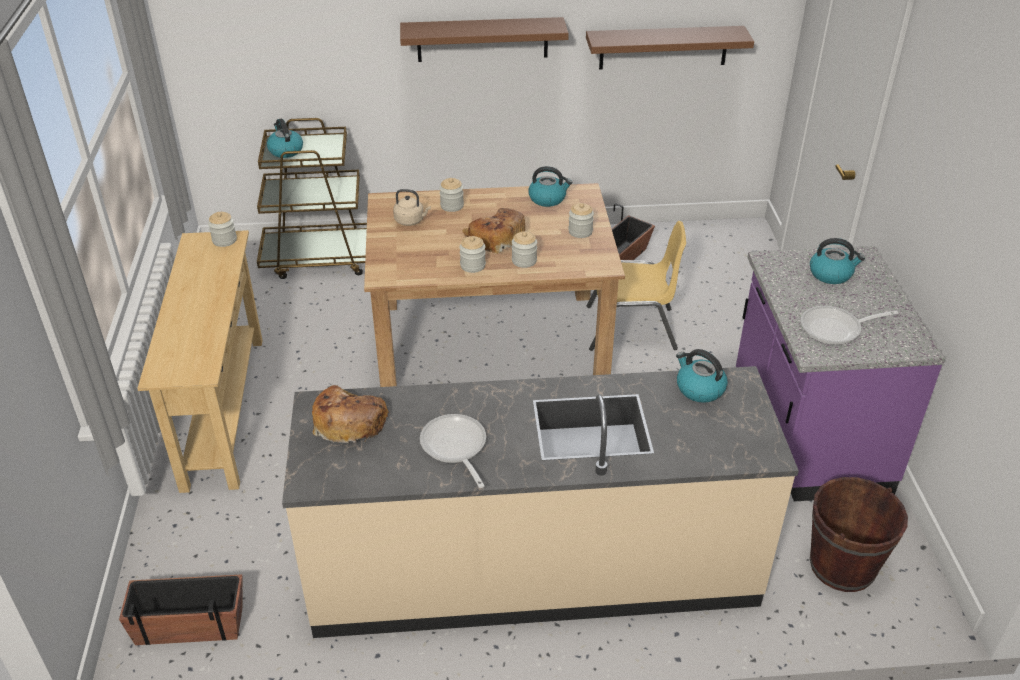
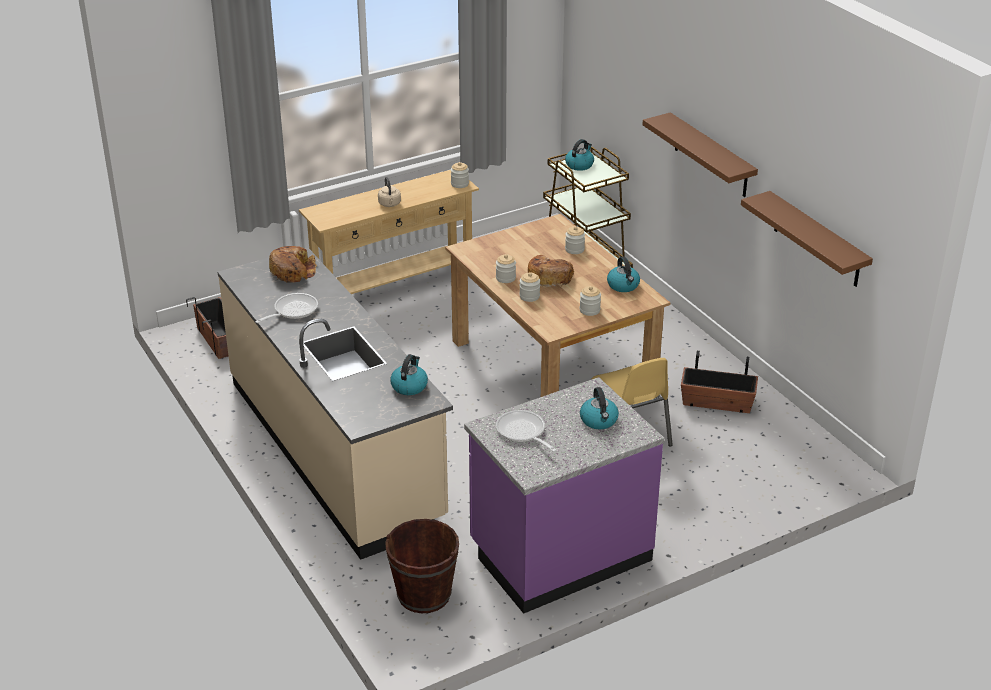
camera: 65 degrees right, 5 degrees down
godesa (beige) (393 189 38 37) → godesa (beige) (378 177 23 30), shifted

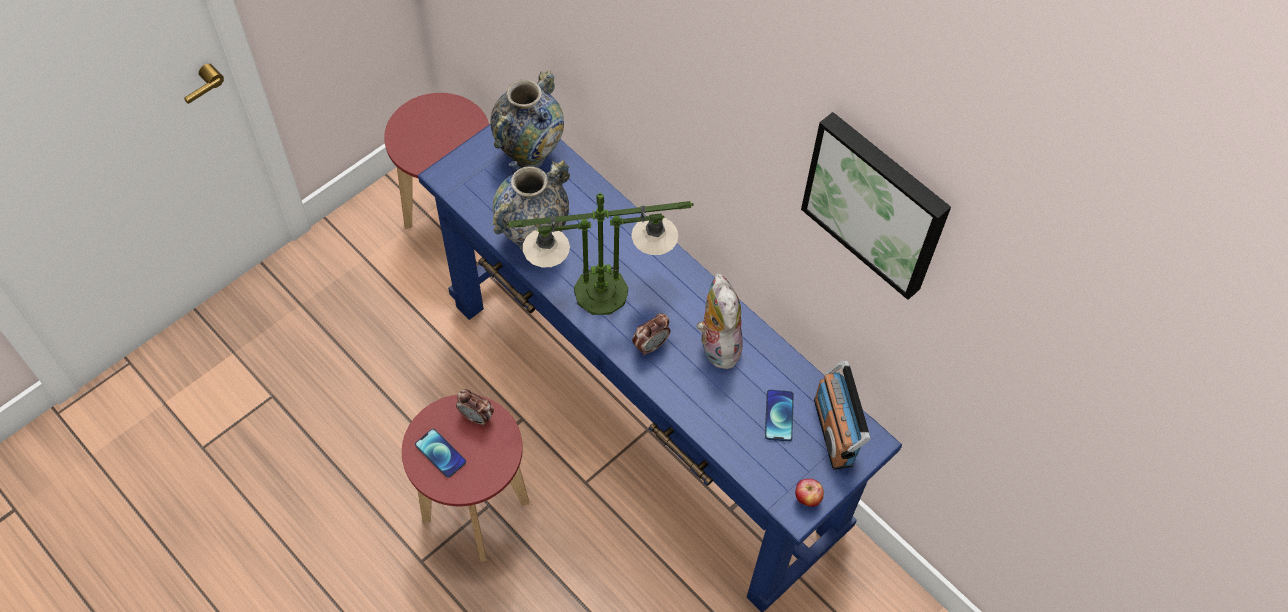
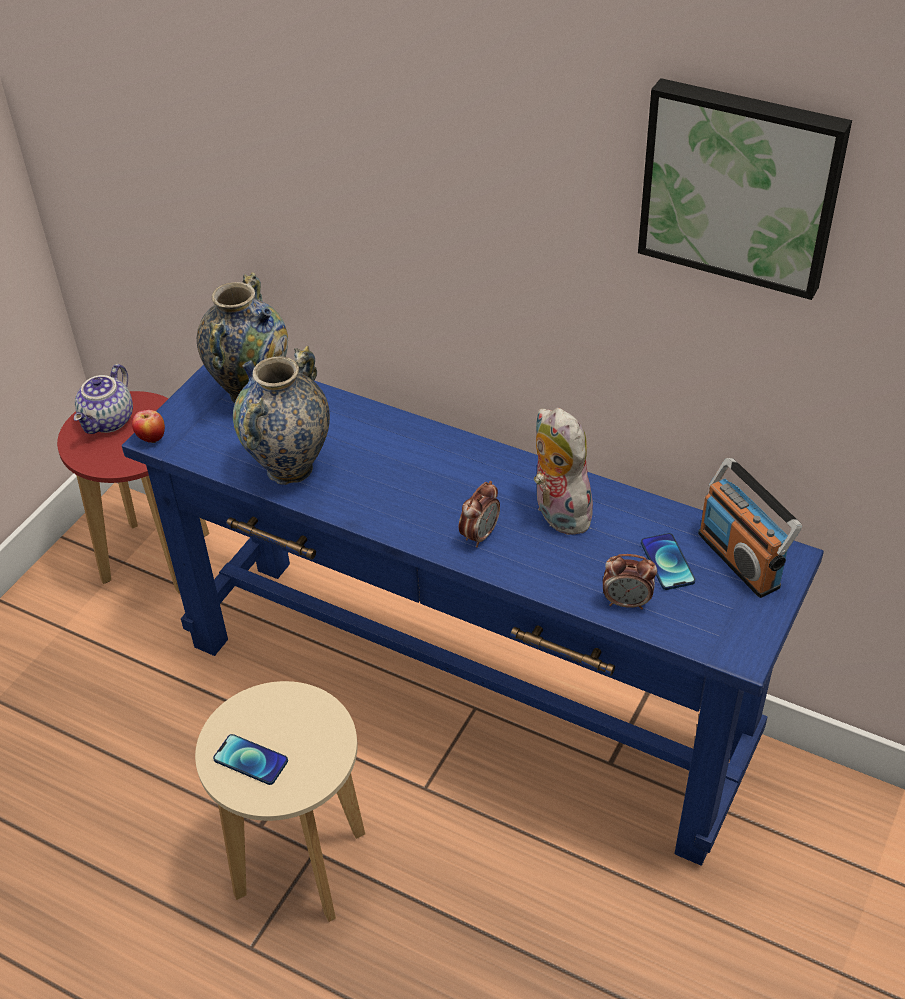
camera: 15 degrees left, 15 degrees down
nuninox (506 193 188 122) → -
- → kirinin (74 364 59 70)
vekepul (456 389 38 37) → vekepul (603 554 54 56), shifted
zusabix (795 479 29 28) → zusabix (132 410 33 33), shifted
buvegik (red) (402 395 128 167) → buvegik (beige) (195 681 170 241)

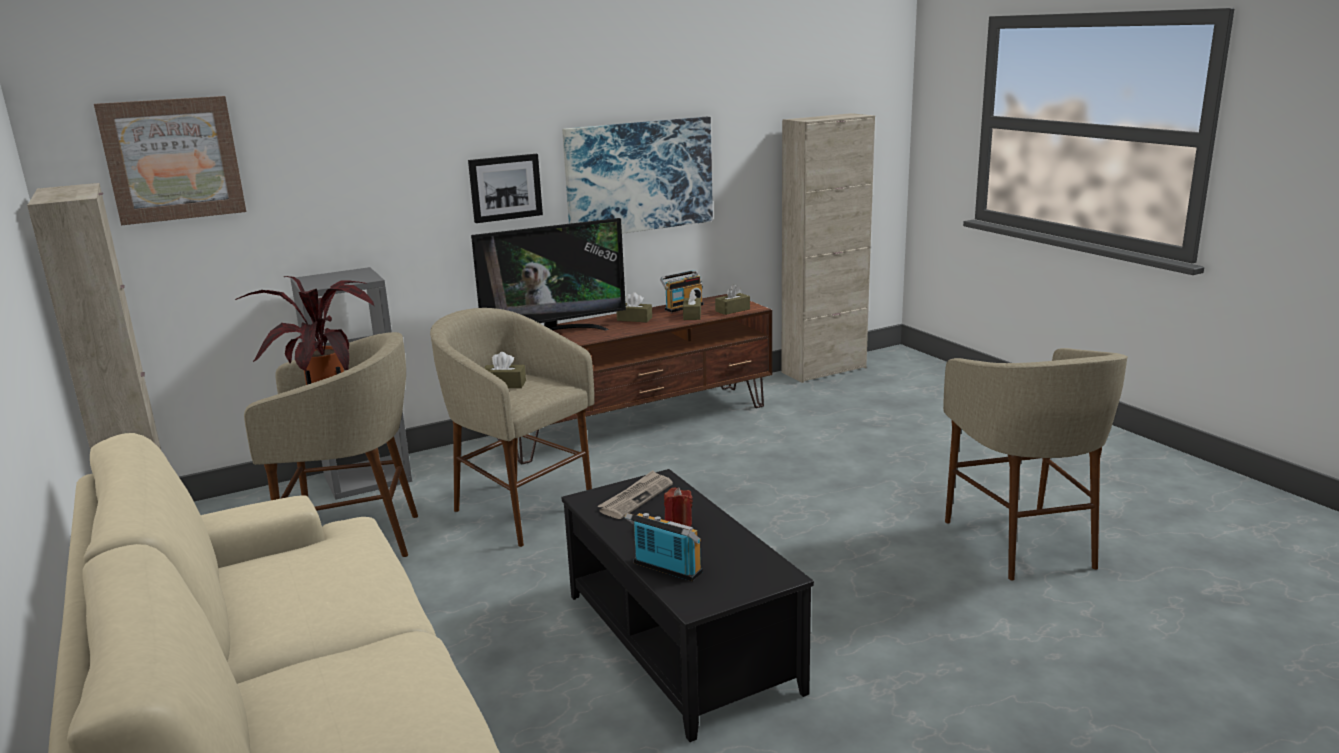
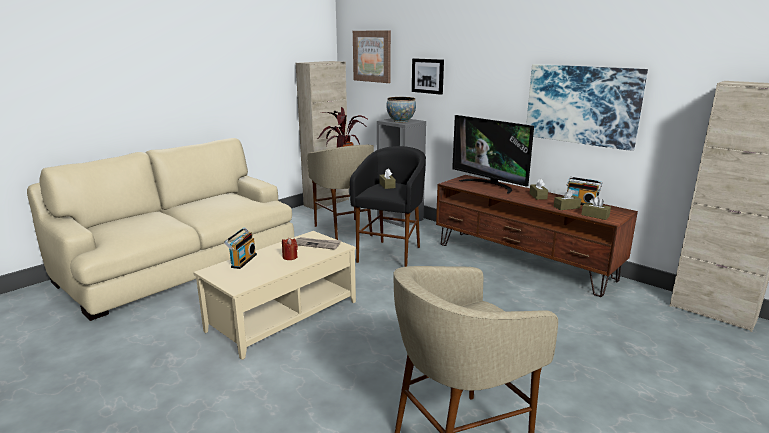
camera: 70 degrees right, 0 degrees up
- → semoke (386 97 30 26)
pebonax (468 154 75 69) → pebonax (412 58 32 37), shifted
buvegik (beige) (430 308 165 239) → buvegik (black) (350 146 76 121)
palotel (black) (561 469 253 273) → palotel (beige) (193 231 163 129)

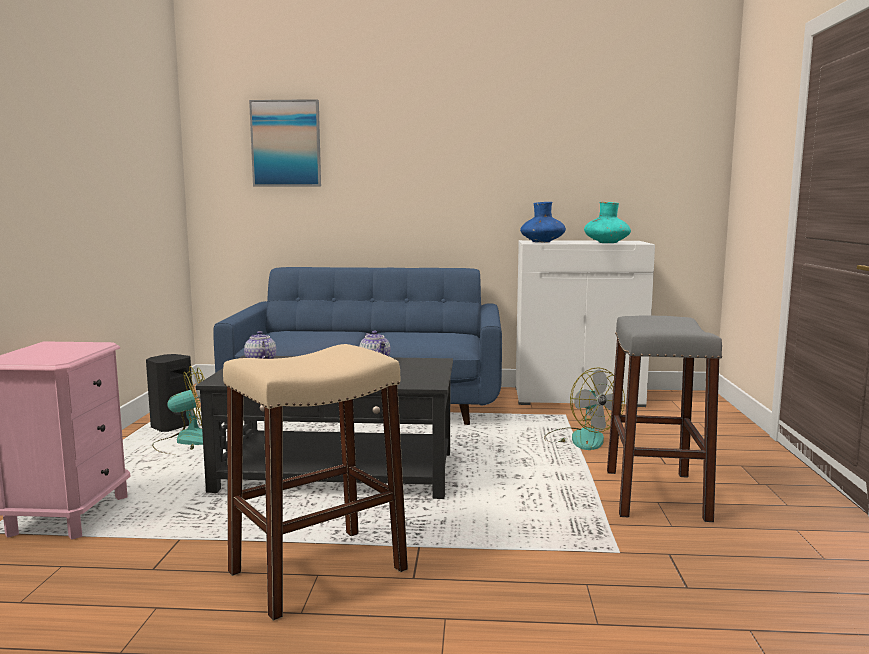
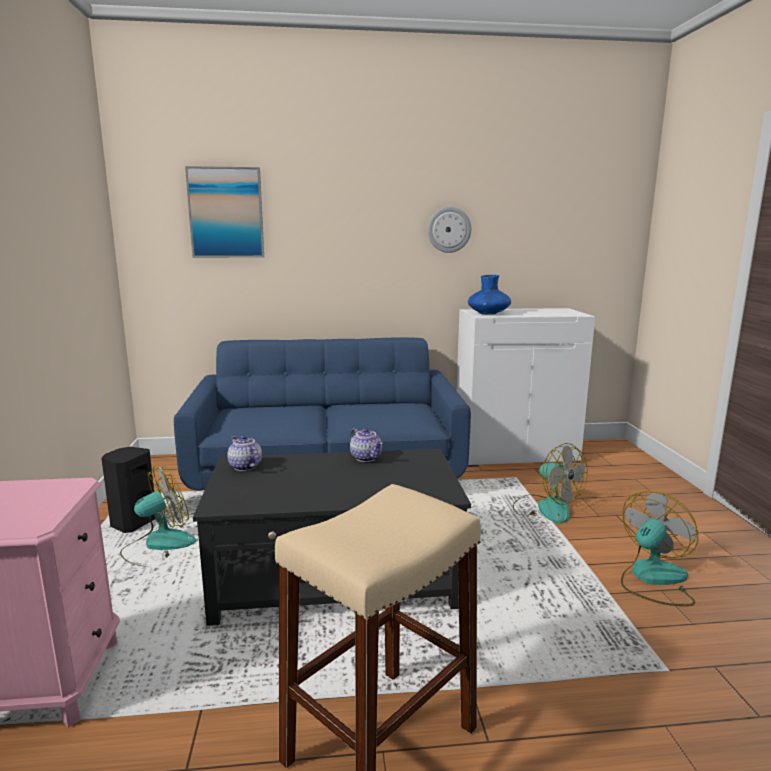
camera: 10 degrees left, 5 degrees up
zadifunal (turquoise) (584 202 47 41) → -
- → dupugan (428 207 43 46)
buvegik (grey) (607 315 115 207) → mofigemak (621 491 77 115)

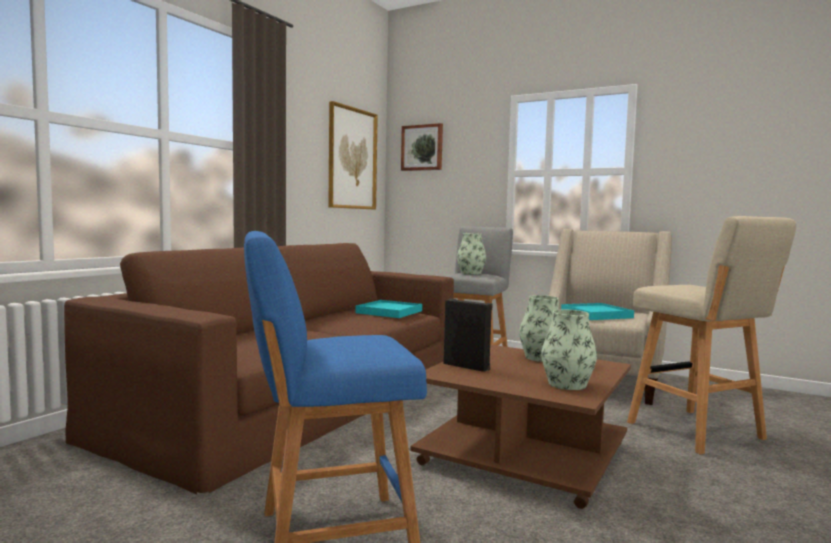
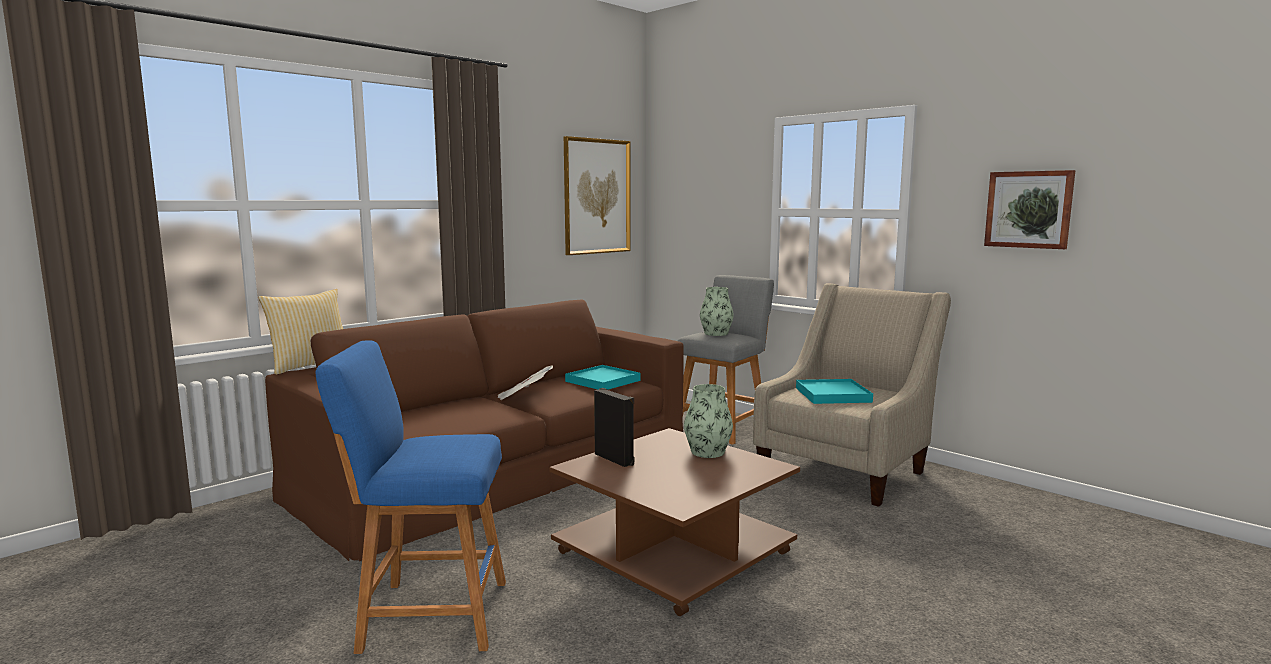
camera: 15 degrees right, 5 degrees up
zadifunal (541 310 56 80) → -
buvegik (beige) (627 216 170 239) → -
- → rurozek (258 289 85 86)
- → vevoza (498 365 55 35)
pebonax (401 123 42 48) → pebonax (984 170 91 79), shifted

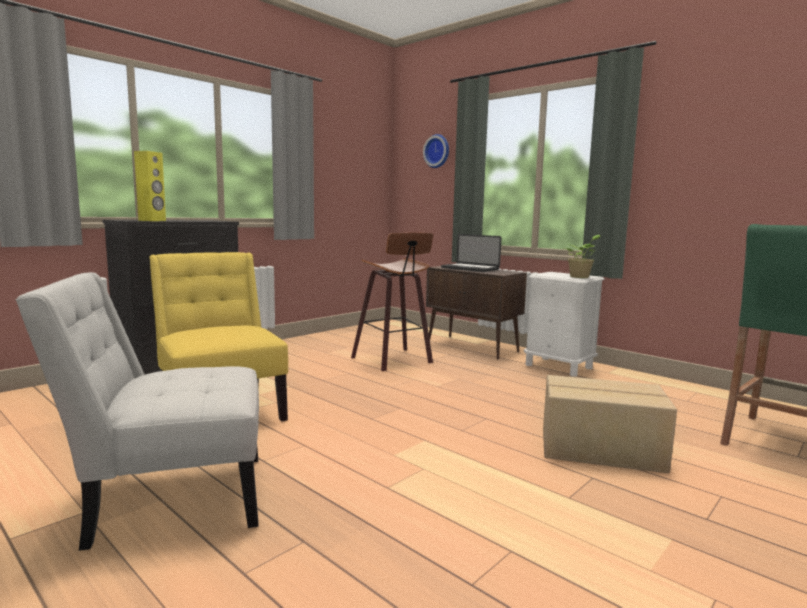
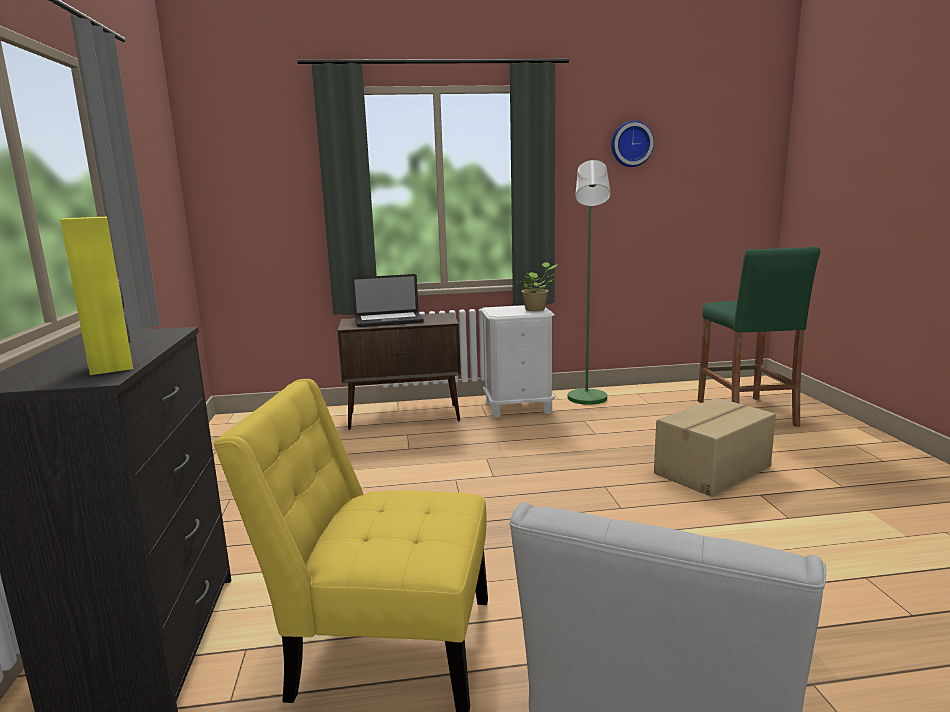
camera: 50 degrees left, 5 degrees up
buvegik (351 233 82 138) → -
- → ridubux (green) (568 160 43 245)
dupugan (423 134 26 34) → dupugan (611 120 43 47), shifted

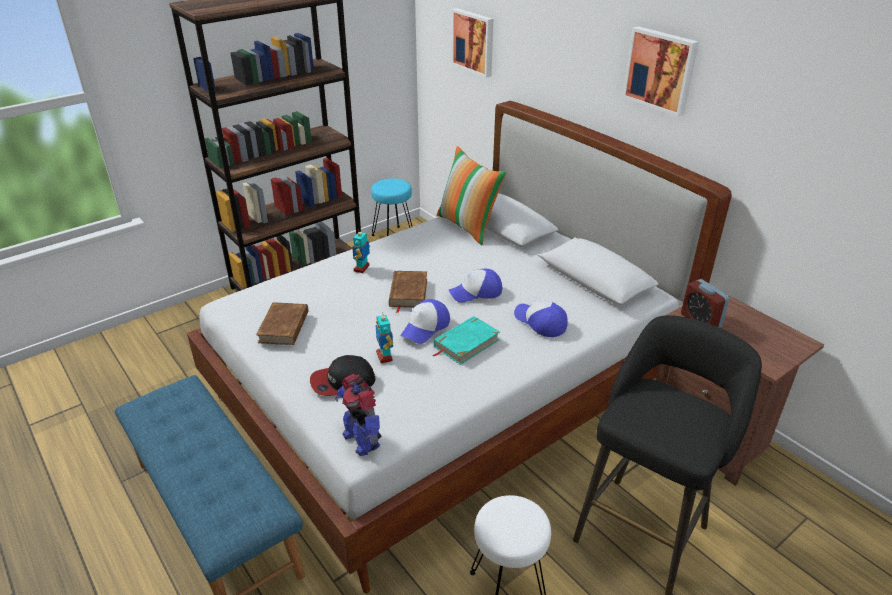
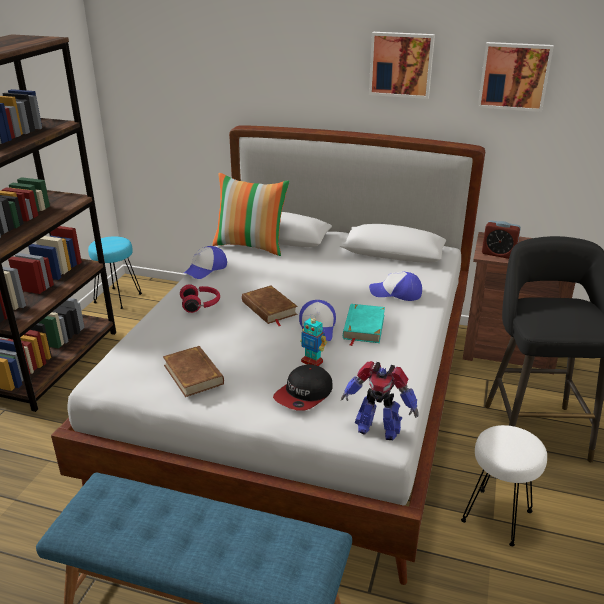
camera: 35 degrees left, 5 degrees down
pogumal (449 269 53 33) → pogumal (184 246 43 33), shifted
pebonax (452 8 41 70) → pebonax (478 42 76 70), shifted
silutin (352 228 18 45) → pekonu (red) (180 284 40 29)

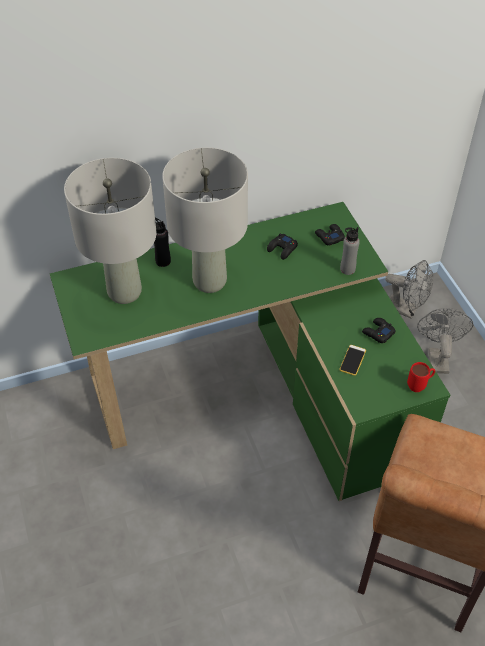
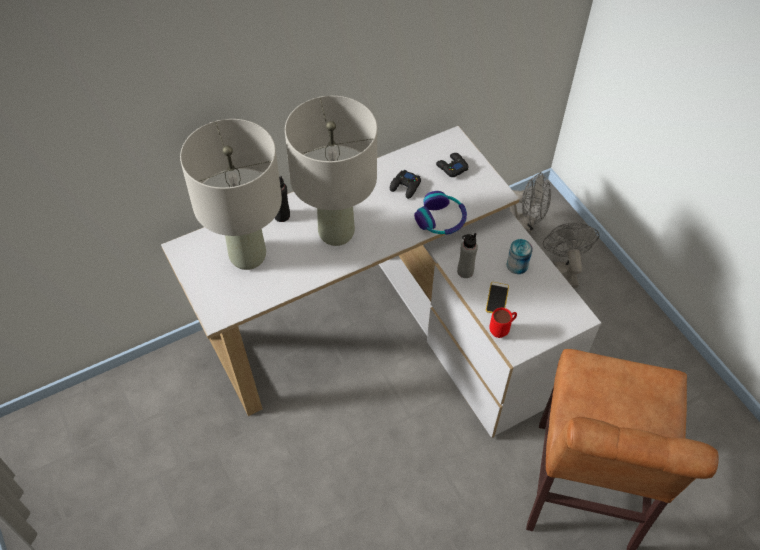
camera: 10 degrees left, 5 degrees up
- → pekonu (414 191 53 44)
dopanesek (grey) (340 227 20 48) → dopanesek (grey) (457 233 21 45), shifted
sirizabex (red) (407 362 28 30) → sirizabex (red) (489 308 28 30), shifted
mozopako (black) (362 318 33 25) → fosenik (506 239 27 35)
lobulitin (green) (50 202 400 299) → lobulitin (white) (161 126 440 312)

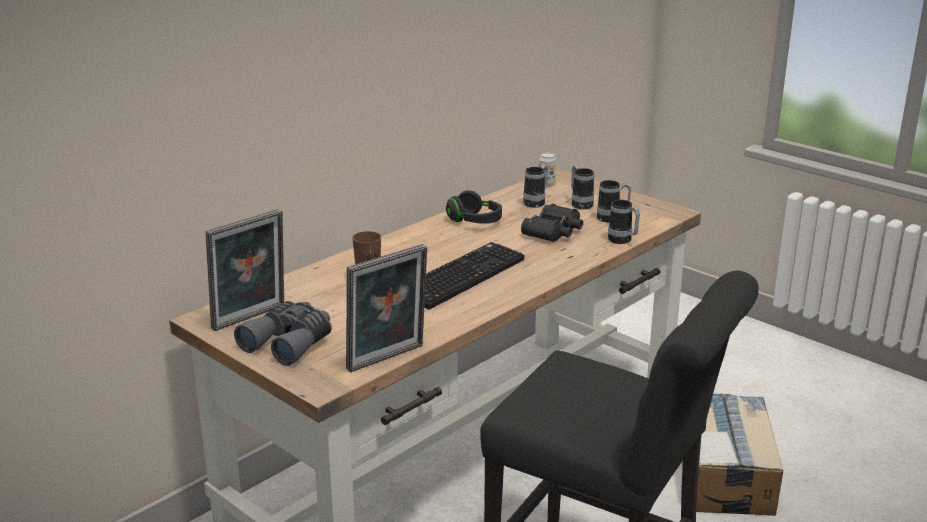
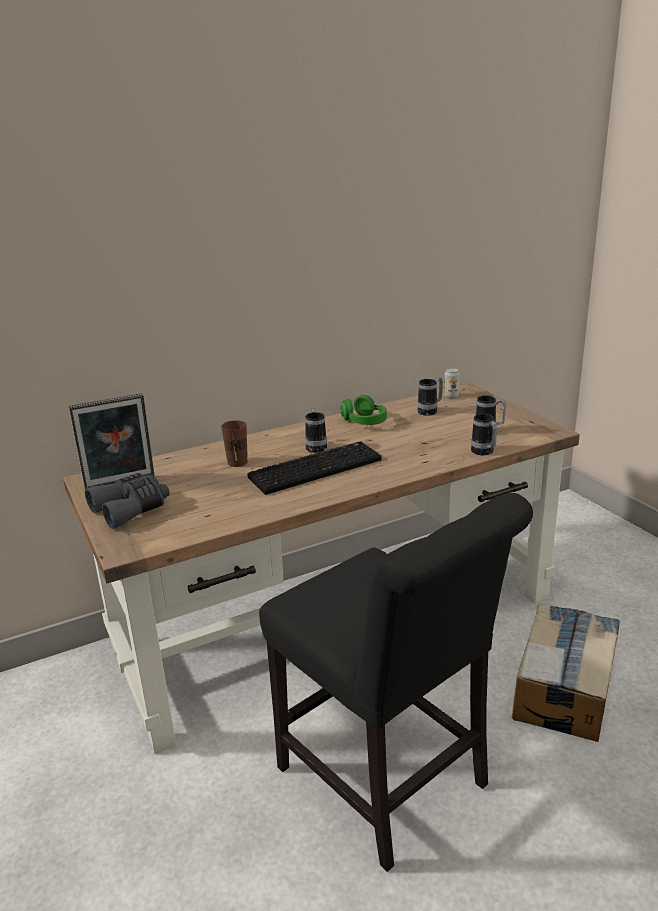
camera: 20 degrees right, 0 degrees up
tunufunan (346 244 81 128) → -
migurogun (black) (521 204 62 38) → -
sirizabex (571 165 23 44) → sirizabex (305 408 22 45), shifted
pekonu (black) (446 190 56 34) → pekonu (green) (340 395 47 30)

